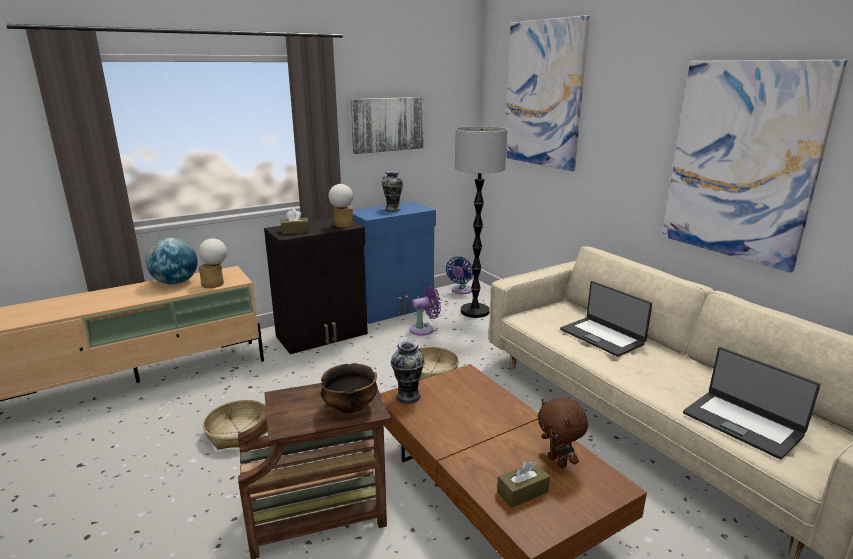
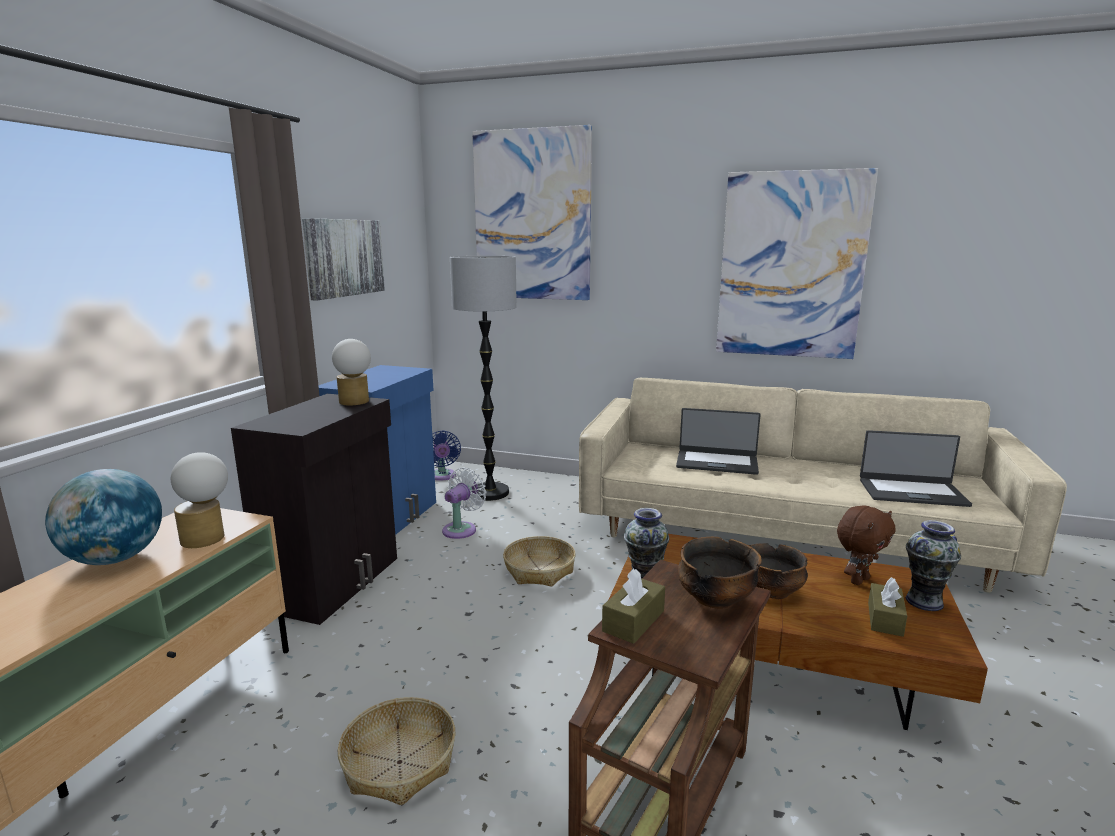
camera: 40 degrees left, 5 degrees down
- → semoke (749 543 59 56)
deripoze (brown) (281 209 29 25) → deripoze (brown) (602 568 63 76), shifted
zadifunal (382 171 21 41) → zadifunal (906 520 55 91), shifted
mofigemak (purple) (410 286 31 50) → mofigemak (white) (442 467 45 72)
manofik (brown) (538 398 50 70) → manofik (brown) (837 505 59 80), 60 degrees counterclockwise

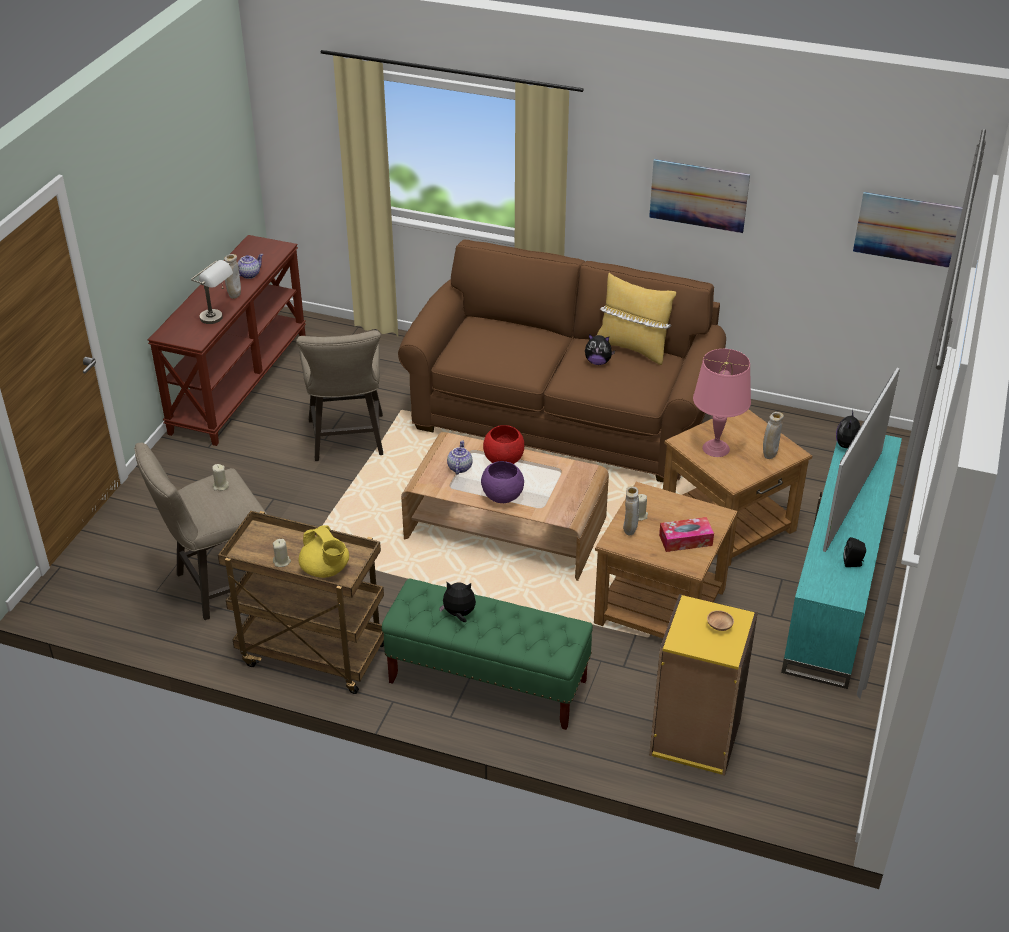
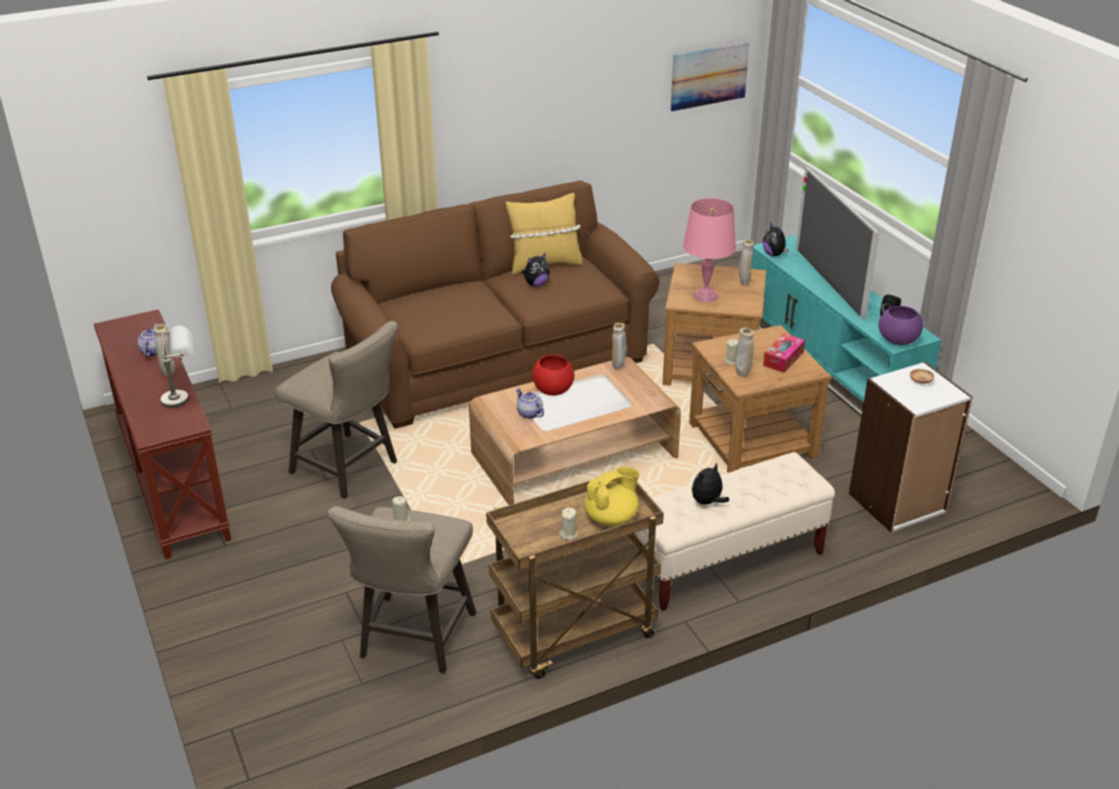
camera: 45 degrees left, 5 degrees down
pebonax (649 159 101 74) → -
- → zadifunal (beige) (612 323 15 47)
semoke (purple) (481 461 43 42) → semoke (purple) (878 306 45 39), shifted
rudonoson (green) (382 578 211 152) → rudonoson (beige) (635 452 200 159)
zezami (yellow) (649 594 109 182) → zezami (white) (849 362 124 171)
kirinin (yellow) (299 525 50 53) → kirinin (yellow) (584 467 55 59), 45 degrees counterclockwise

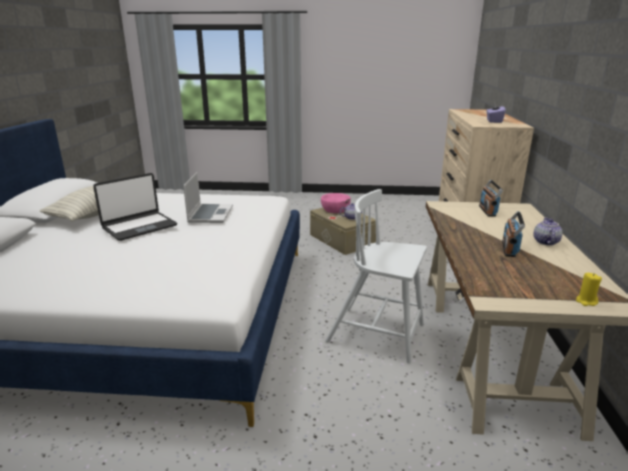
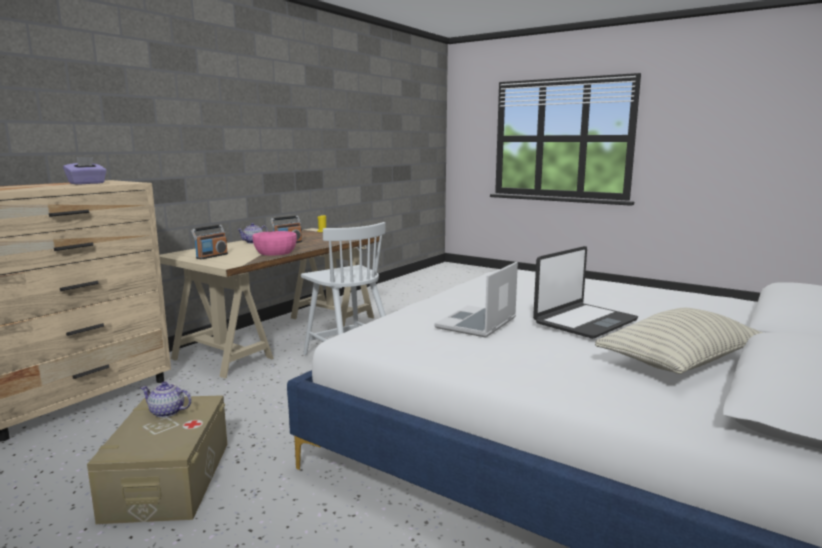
camera: 150 degrees left, 10 degrees down
semoke (pink) (321 193 30 20) → semoke (pink) (252 231 45 25), shifted
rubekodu (93 173 84 68) → rubekodu (533 246 105 93), 150 degrees clockwise

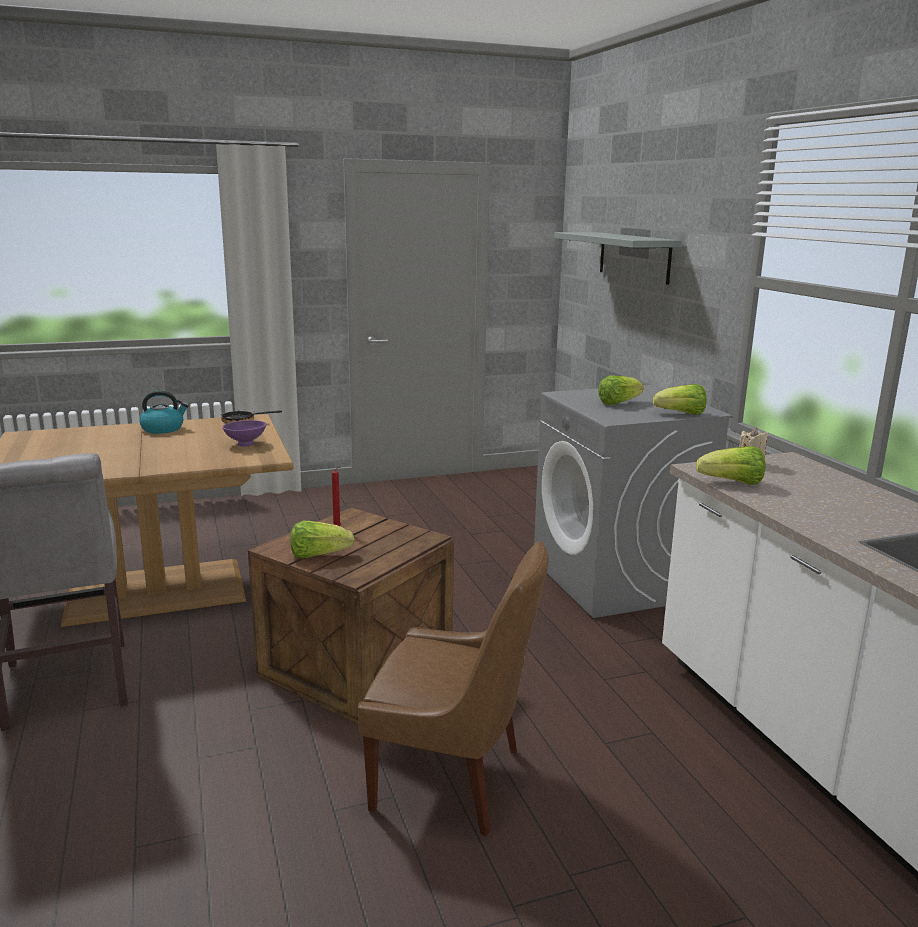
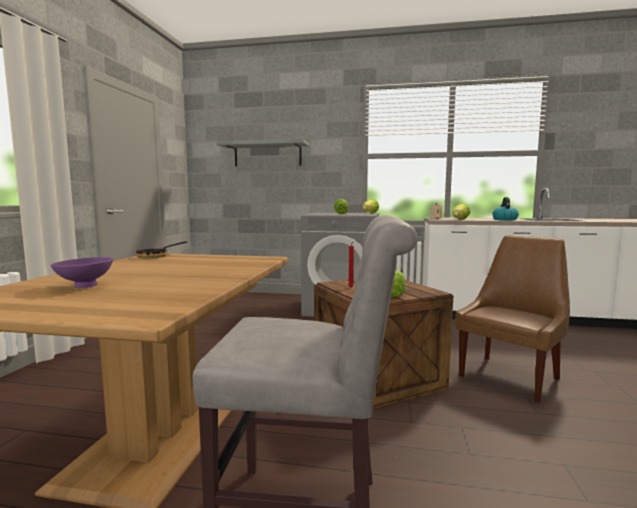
camera: 60 degrees left, 10 degrees down
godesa (139 390 50 44) → godesa (492 197 27 23), shifted
semoke (purple) (222 420 44 27) → semoke (purple) (51 257 62 31), shifted

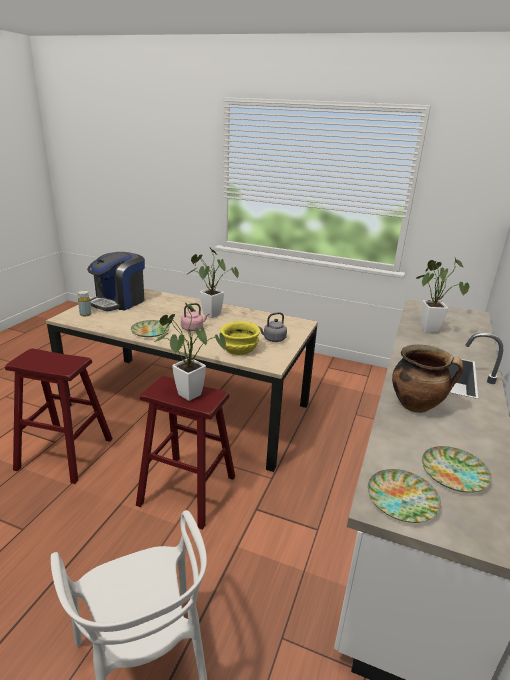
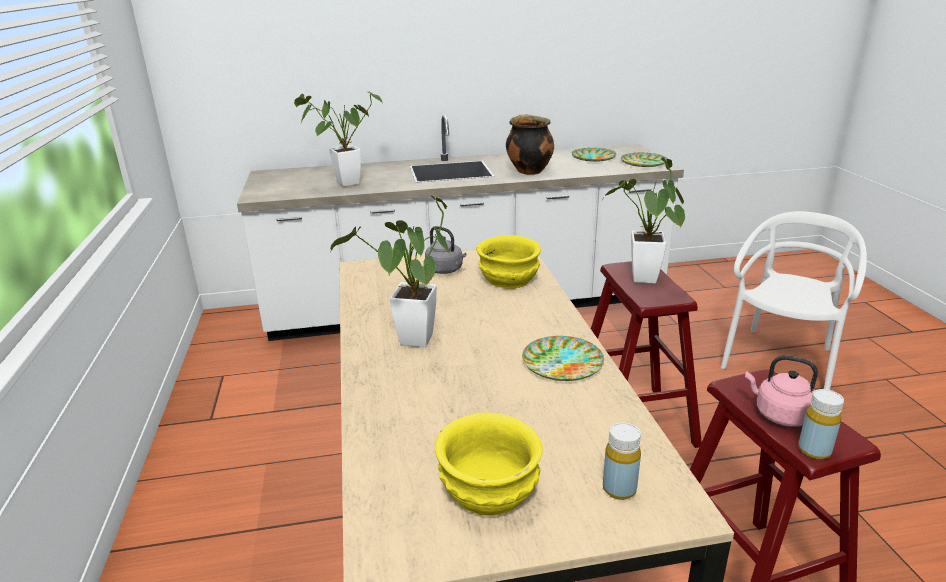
camera: 120 degrees left, 0 degrees up
- → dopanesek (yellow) (798 389 46 71)
godesa (pink) (181 303 28 28) → godesa (pink) (745 355 73 72), shifted
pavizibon (87 252 58 59) → semoke (yellow) (435 413 108 103)

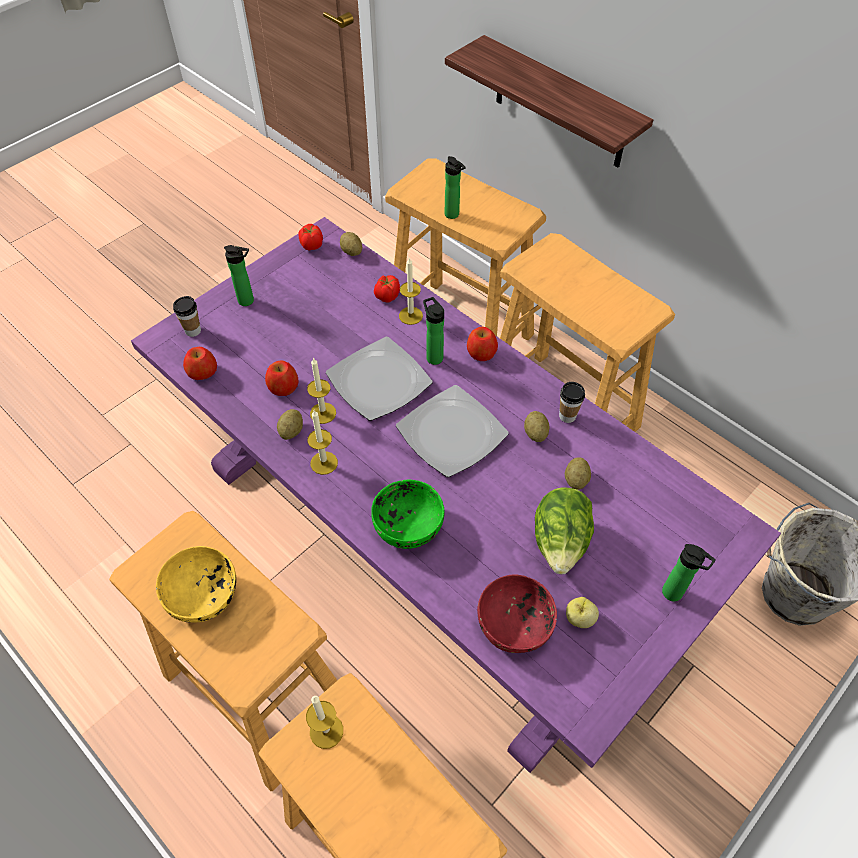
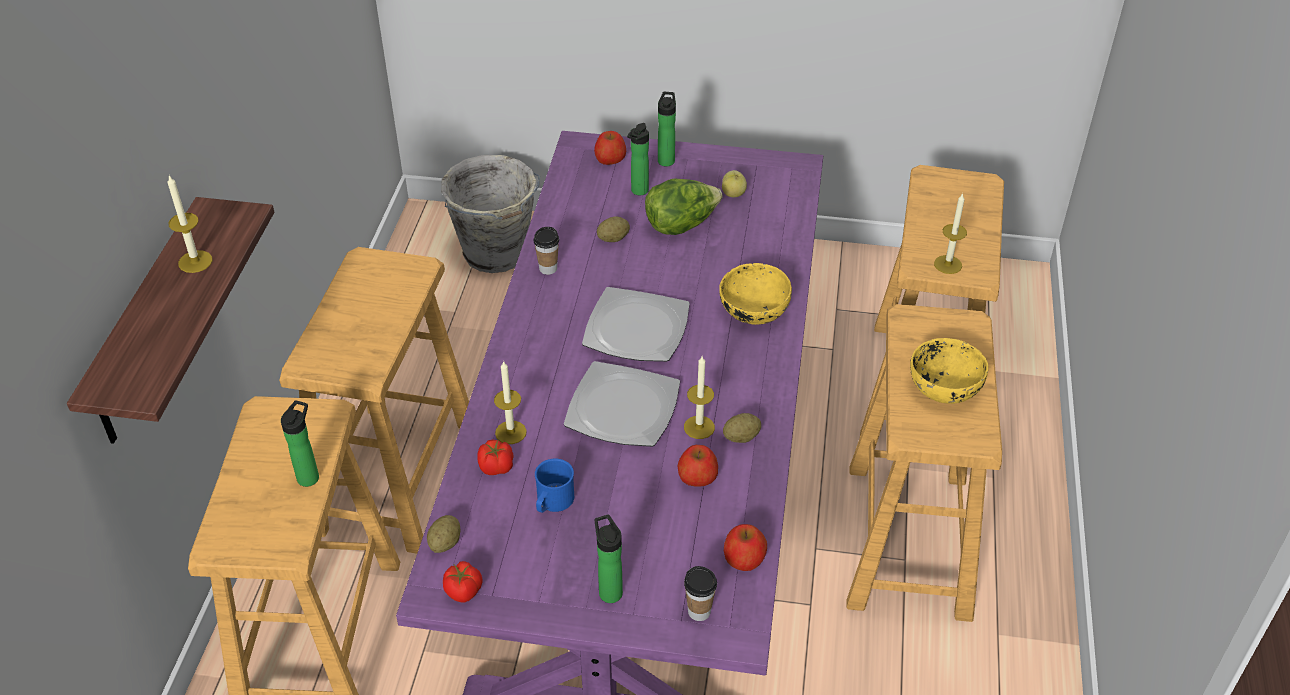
camera: 125 degrees left, 10 degrees down
semoke (red) (477 574 80 79) → -
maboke (524 411 26 31) → -
- → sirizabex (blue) (535 458 39 55)
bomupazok (308 410 30 65) → bomupazok (168 175 45 98), shifted
dopanesek (423 297 21 68) → dopanesek (627 123 22 72), shifted
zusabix (467 327 31 34) → zusabix (594 131 32 34), shifted
semoke (green) (371 480 74 69) → semoke (yellow) (719 263 73 62)

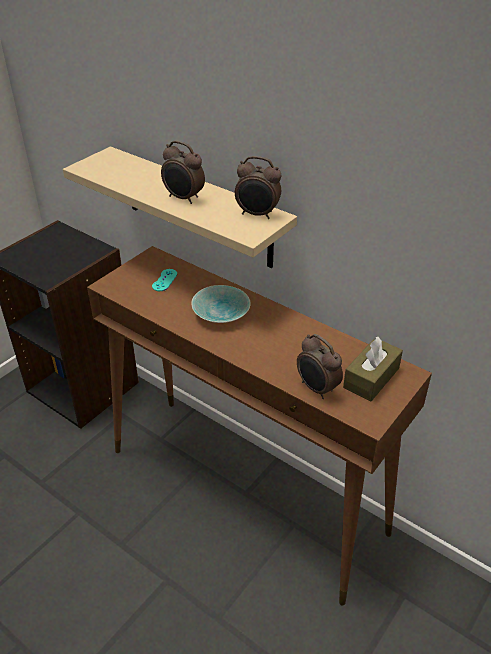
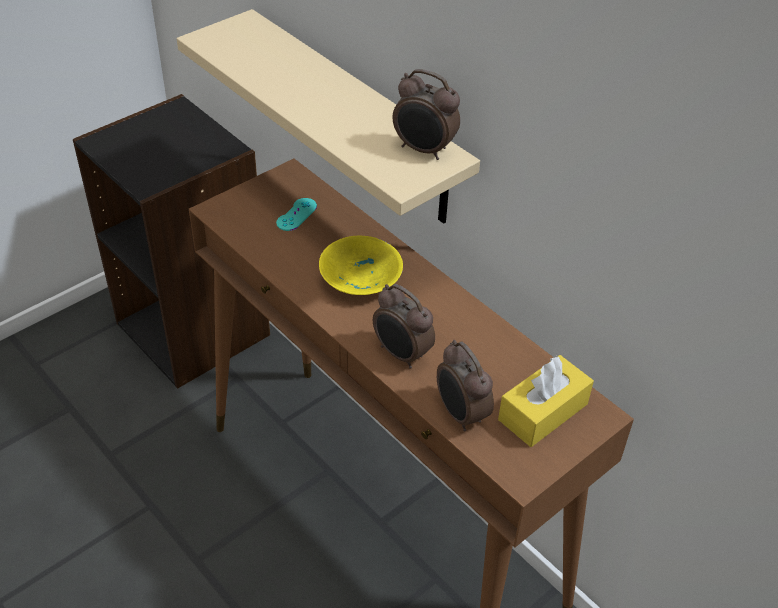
camera: 10 degrees right, 5 degrees up
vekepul (161 141 44 63) → vekepul (373 284 62 85), shifted
semoke (turquoise) (191 285 60 38) → semoke (yellow) (319 236 84 59)
deripoze (brown) (343 337 60 65) → deripoze (yellow) (498 355 96 92)

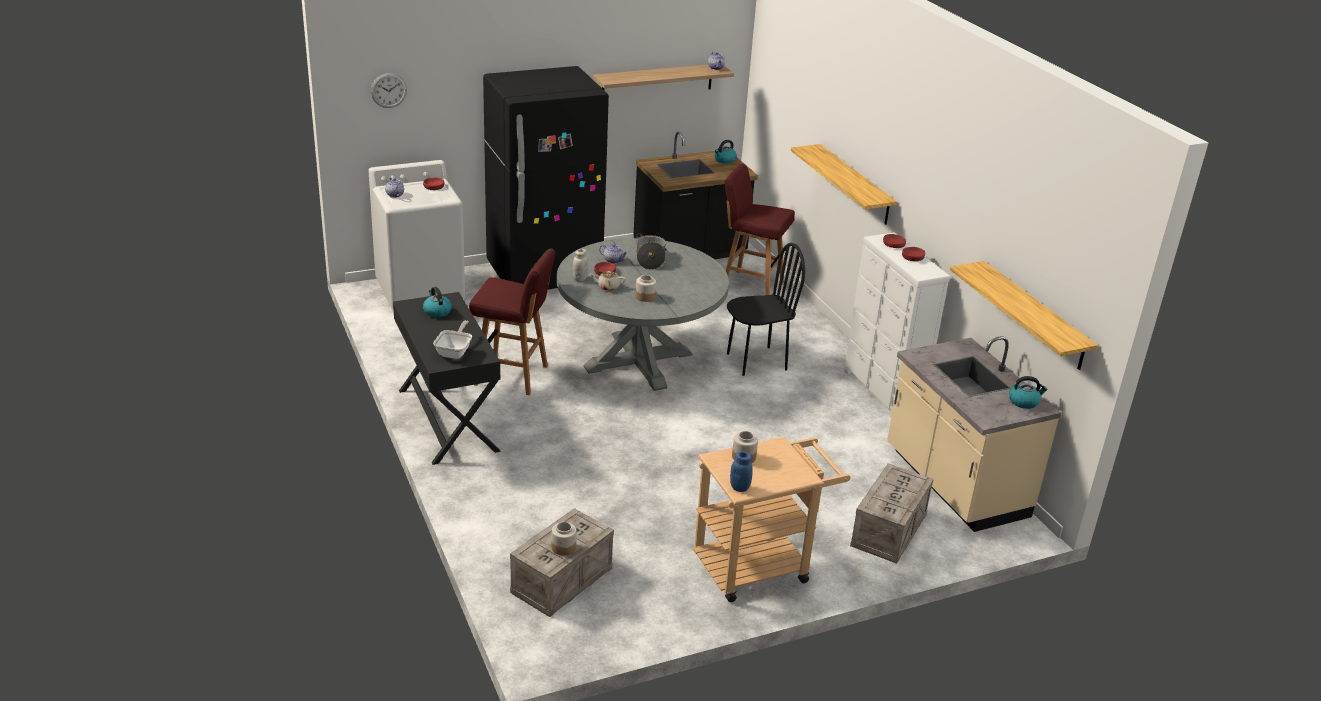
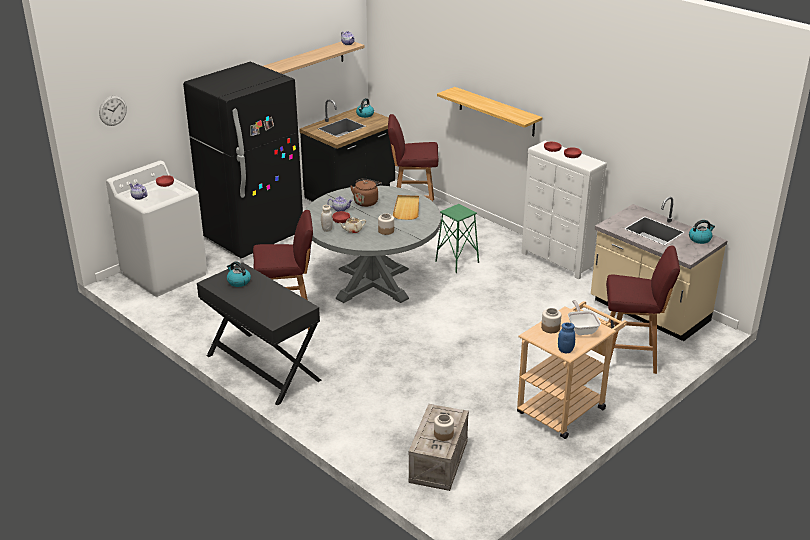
camera: 20 degrees left, 0 degrees up
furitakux (950 261 148 109) → -
- → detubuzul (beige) (393 195 26 25)
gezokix (433 320 39 39) → gezokix (568 300 33 35), shifted
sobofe (636 233 31 37) → godesa (brown) (350 178 32 29)
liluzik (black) (727 243 78 133) → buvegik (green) (435 204 44 69)
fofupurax (850 463 84 101) → buvegik (red) (606 245 74 129)

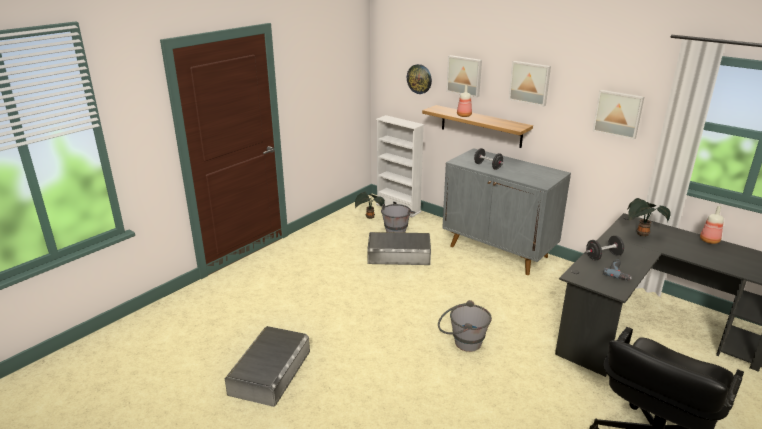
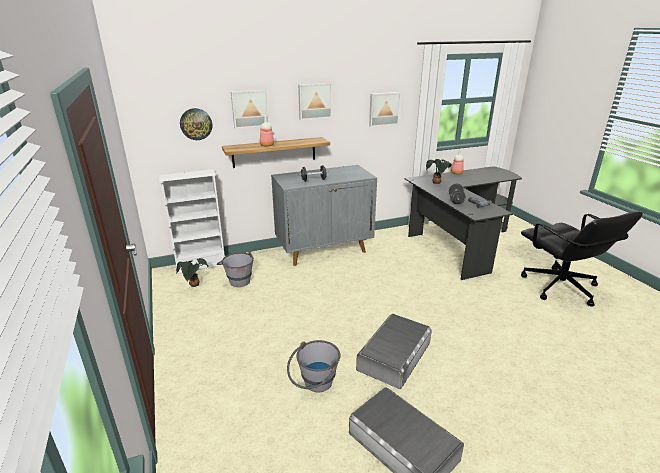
camera: 60 degrees left, 0 degrees up
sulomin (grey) (367 232 64 33) → sulomin (grey) (356 314 76 75), shifted
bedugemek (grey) (438 300 54 52) → bedugemek (grey) (287 340 54 52), shifted

